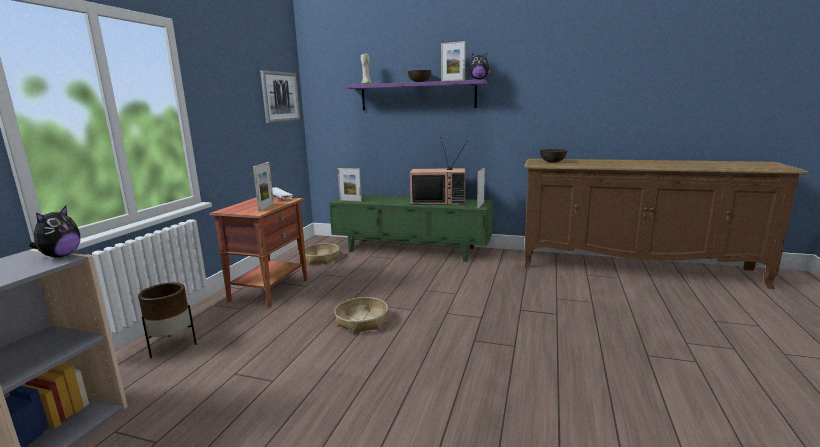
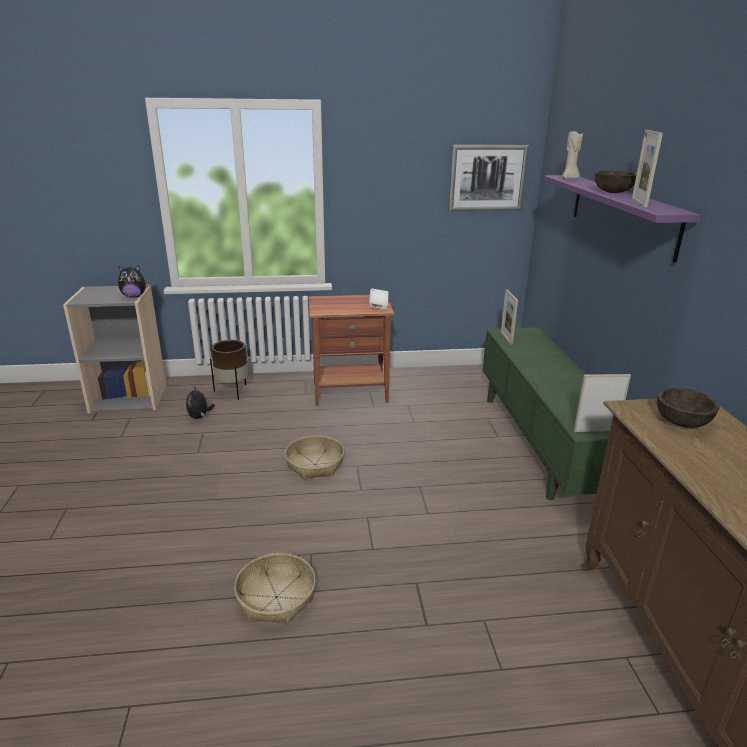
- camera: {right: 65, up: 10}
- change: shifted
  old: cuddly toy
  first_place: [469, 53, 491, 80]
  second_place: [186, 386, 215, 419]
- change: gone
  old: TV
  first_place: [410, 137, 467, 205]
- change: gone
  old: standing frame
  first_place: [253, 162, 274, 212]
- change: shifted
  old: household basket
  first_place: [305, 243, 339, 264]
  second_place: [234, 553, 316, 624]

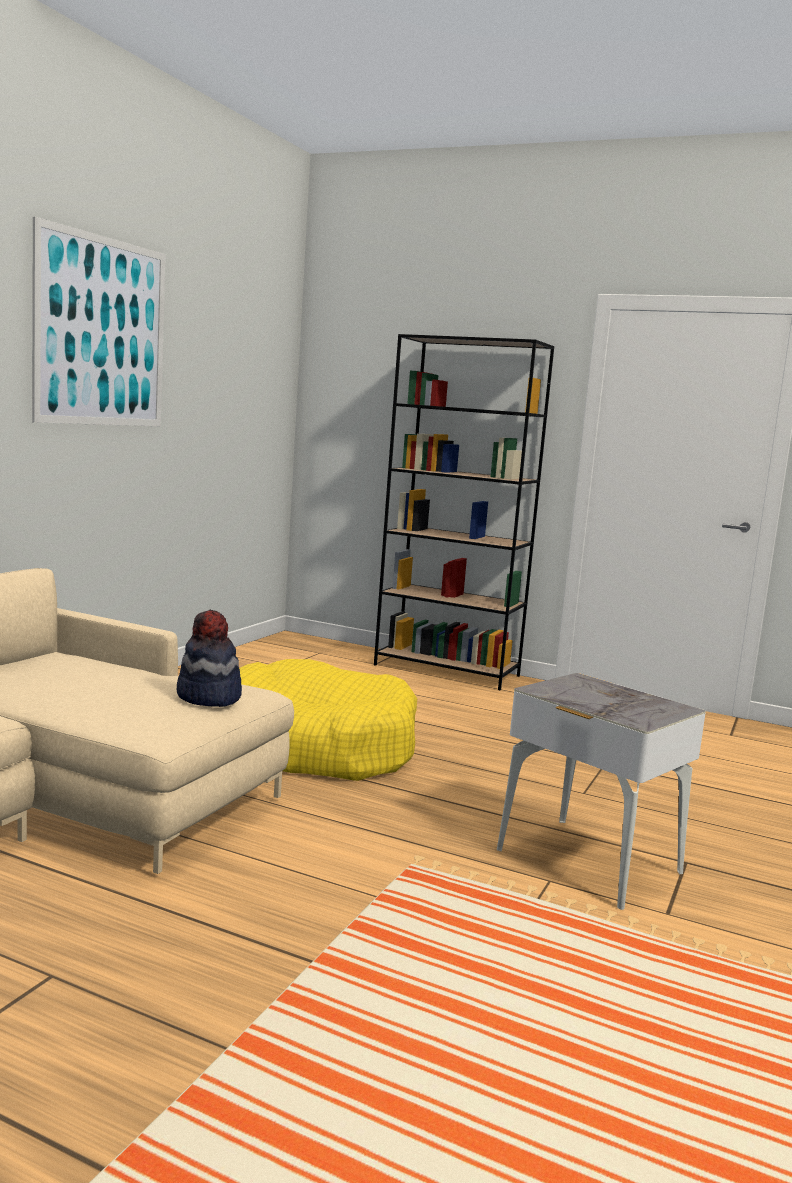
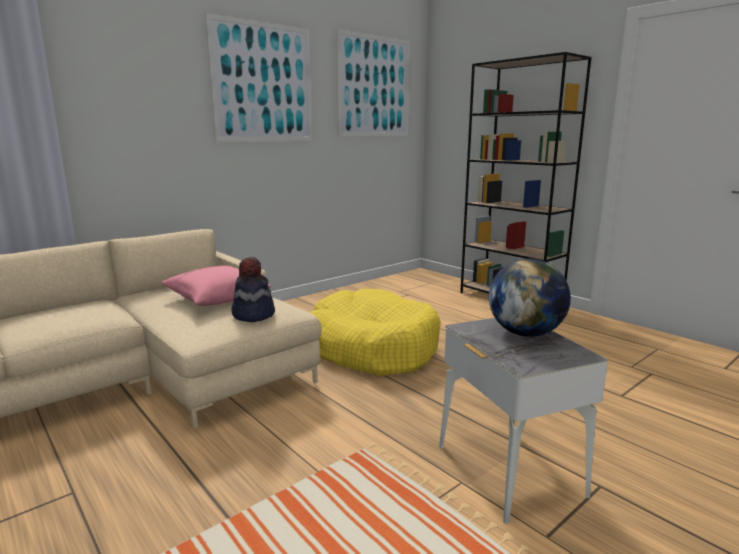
- camera: {right: 25, up: 5}
- change: new
  new: wall picture
  second_place: [336, 29, 410, 136]
- change: new
  new: world globe
  second_place: [489, 259, 571, 337]
- change: new
  new: pillow in pinkish
  second_place: [161, 266, 271, 306]

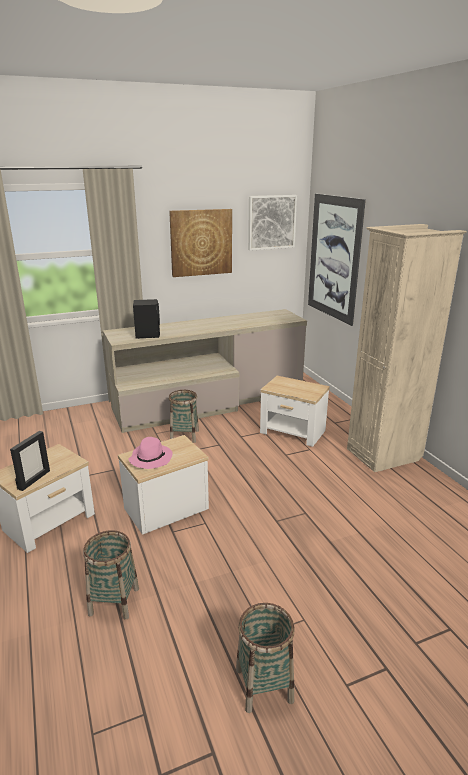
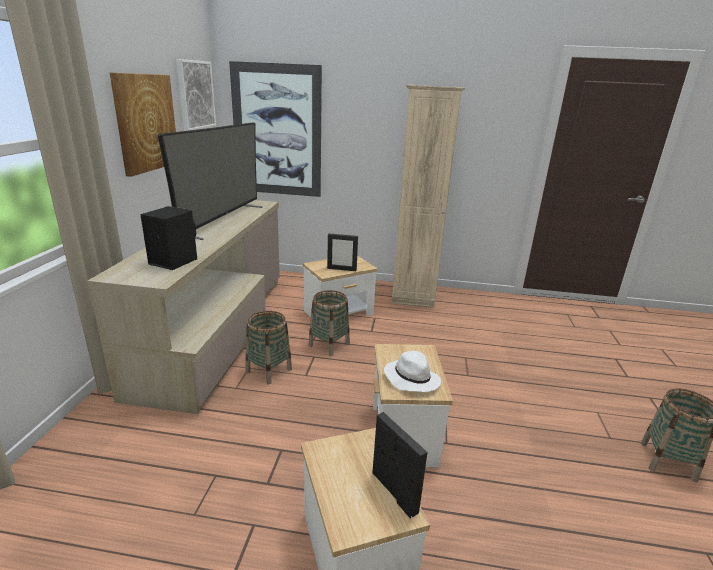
- camera: {right: -60, up: 0}
- change: repainted
  old: hat in pinkish
  new: hat in whitish
  first_place: [128, 437, 173, 469]
  second_place: [384, 351, 441, 392]
- change: shifted
  old: household basket
  first_place: [83, 530, 139, 620]
  second_place: [309, 290, 350, 356]
- change: new
  new: TV
  second_place: [158, 123, 263, 240]
- change: new
  new: standing frame
  second_place: [327, 233, 358, 271]

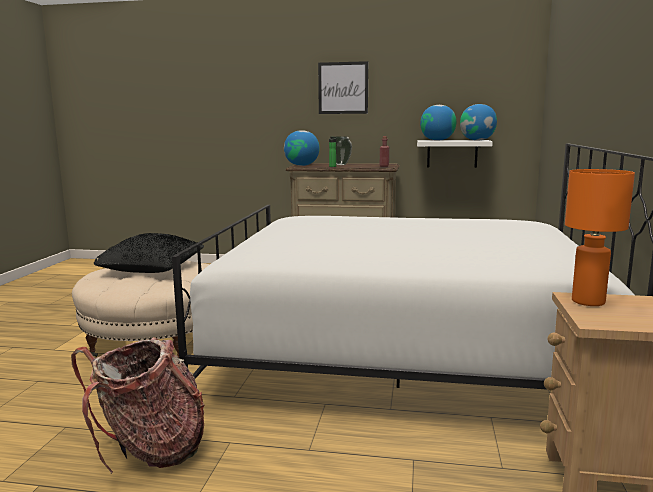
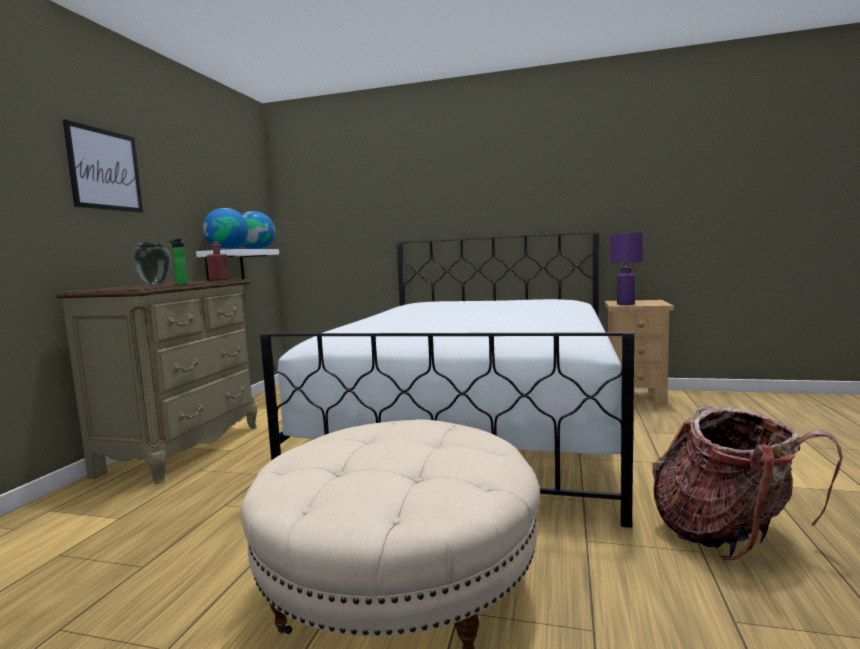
- camera: {right: -85, up: -5}
- change: gone
  old: world globe
  first_place: [284, 130, 320, 166]
- change: repainted
  old: table lamp in orange
  new: table lamp in purple
  first_place: [565, 169, 635, 306]
  second_place: [610, 232, 643, 305]
- change: gone
  old: pillow in blackish
  first_place: [94, 233, 204, 273]

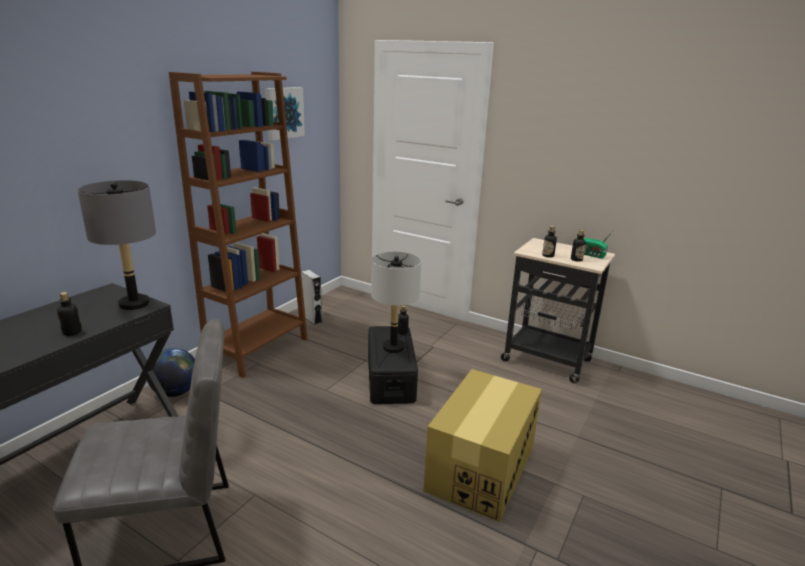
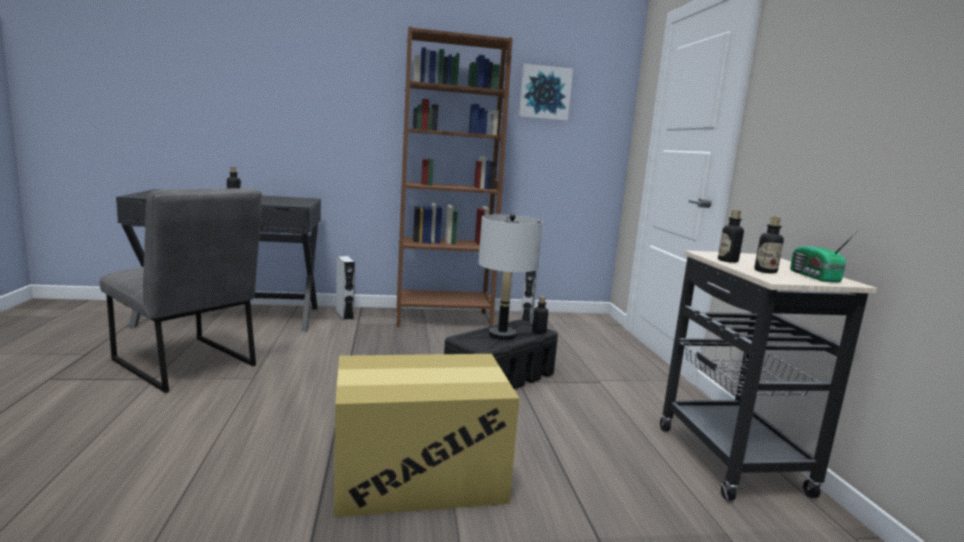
- camera: {right: 50, up: -10}
- change: gone
  old: table lamp in greyish
  first_place: [78, 180, 156, 310]
- change: swapped
  old: world globe
  new: audio speaker in greyish
  first_place: [147, 348, 195, 397]
  second_place: [336, 256, 355, 320]

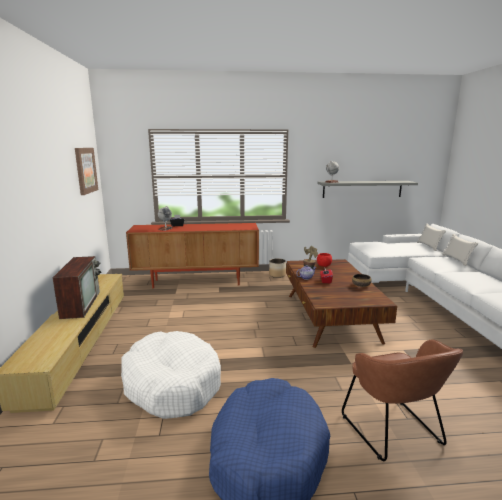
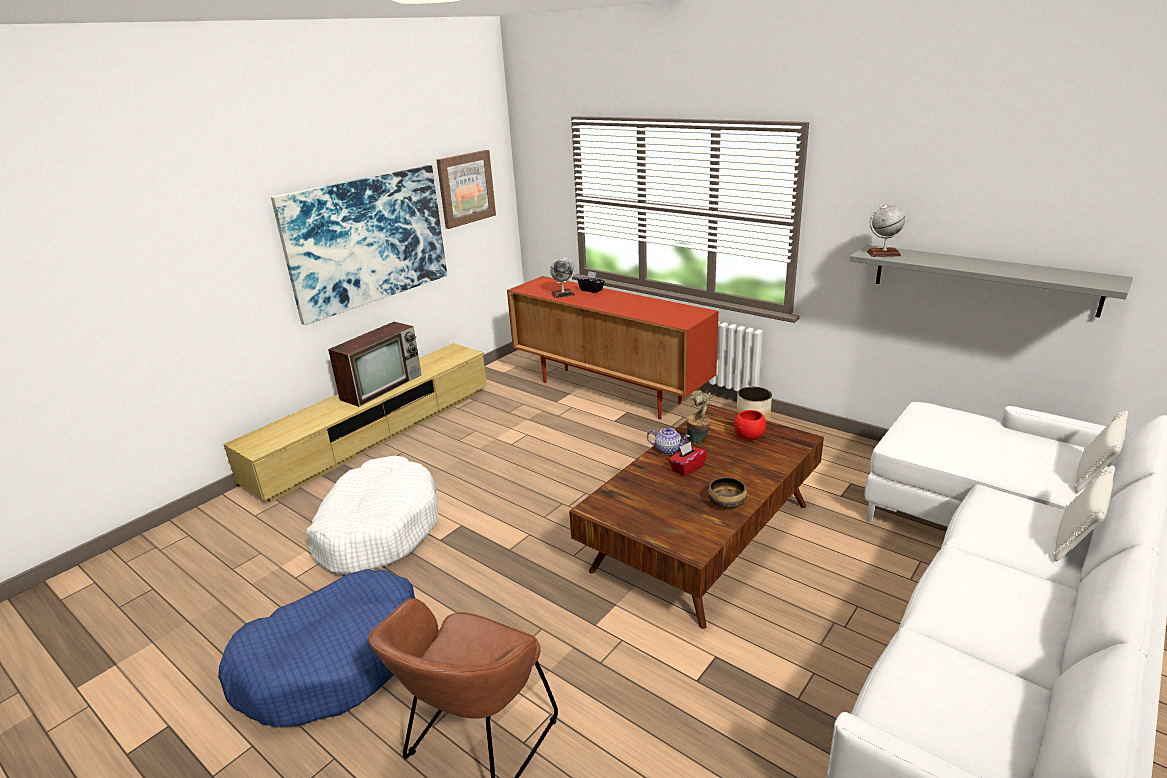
- camera: {right: 45, up: 10}
- change: new
  new: wall picture
  second_place: [271, 165, 447, 325]

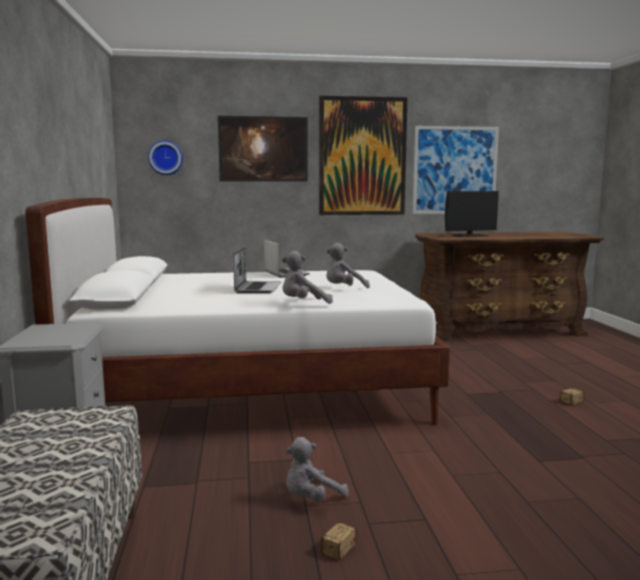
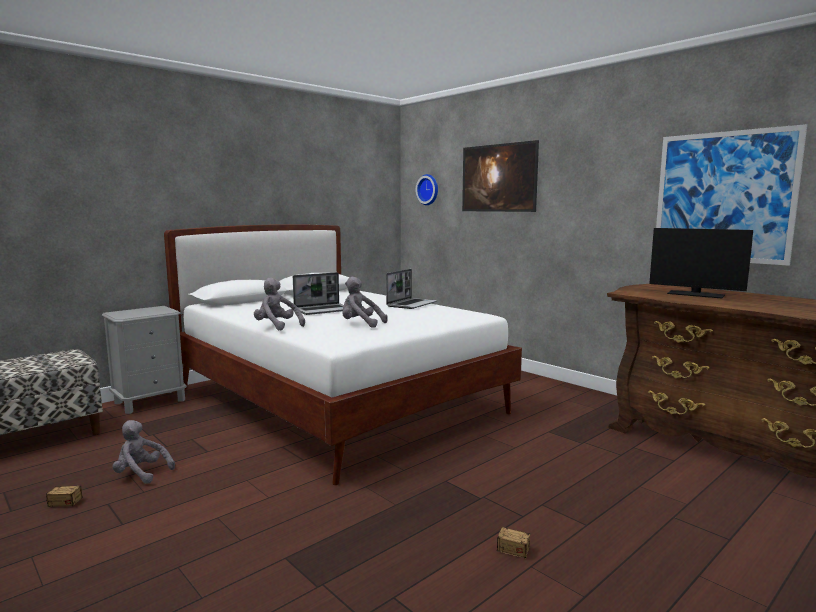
- camera: {right: 55, up: 0}
- change: gone
  old: wall picture
  first_place: [319, 96, 407, 215]

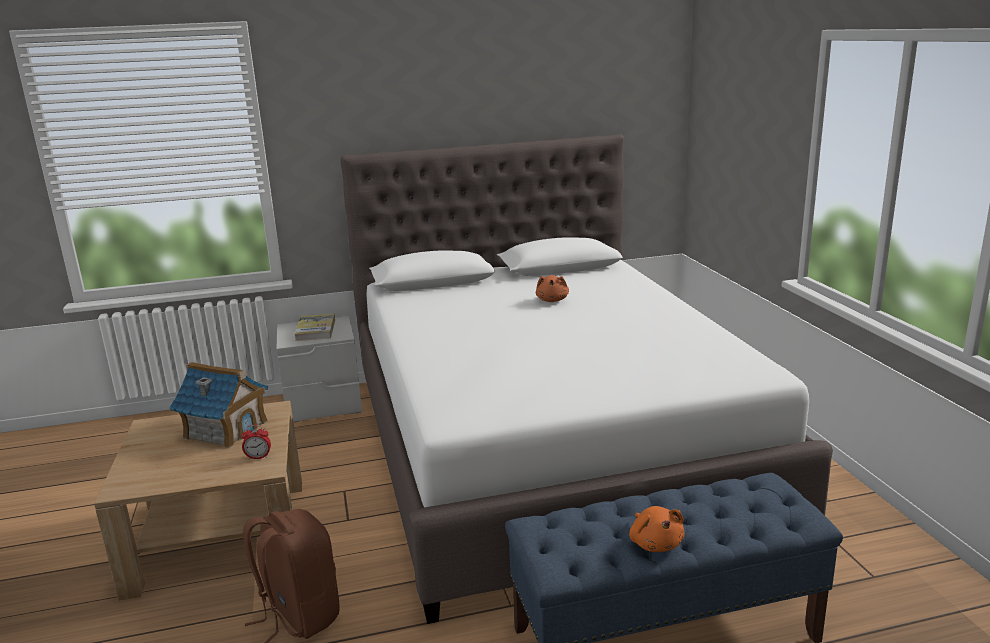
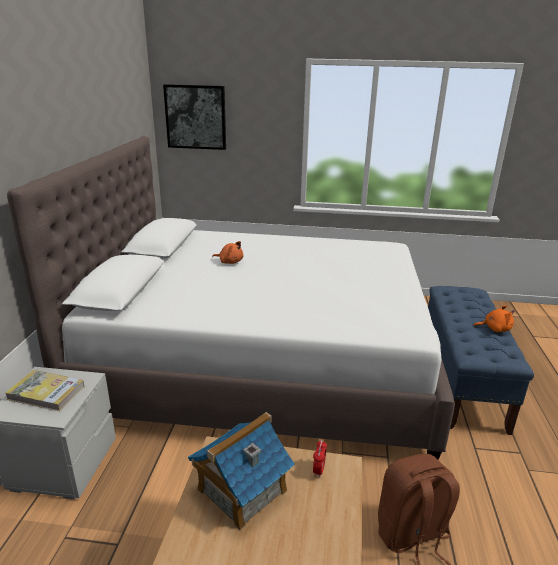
- camera: {right: -70, up: 5}
- change: new
  new: wall picture
  second_place: [163, 84, 226, 150]

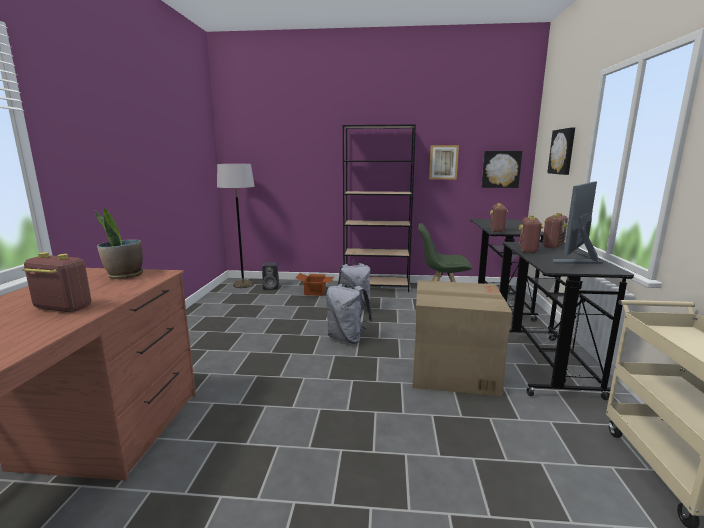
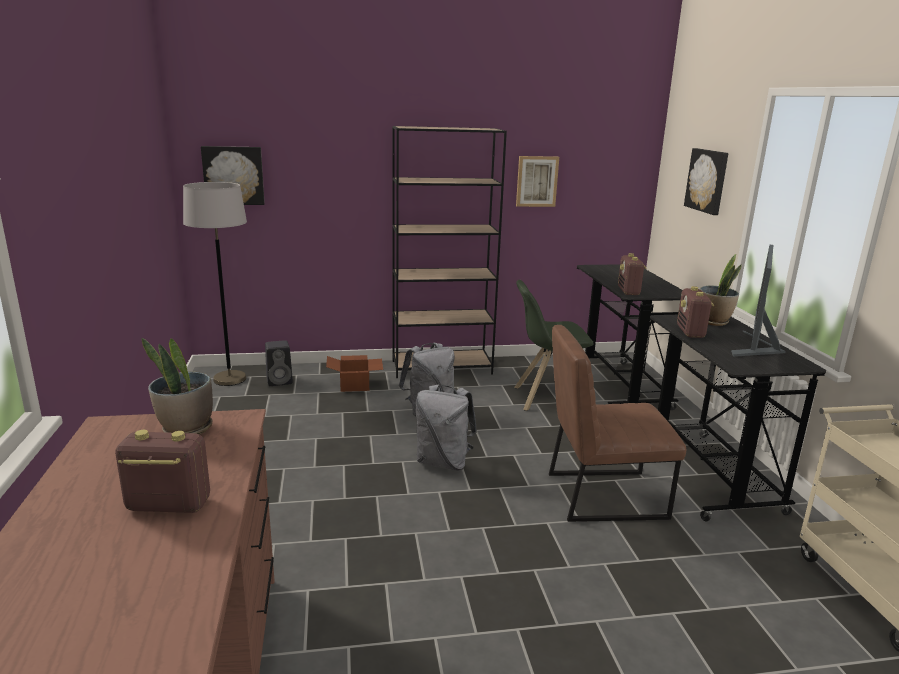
- camera: {right: -15, up: 5}
- change: shifted
  old: wall picture
  first_place: [481, 151, 522, 188]
  second_place: [201, 146, 265, 205]
- change: swapped
  old: radio
  new: potted plant
  first_place: [542, 213, 568, 249]
  second_place: [700, 254, 742, 326]
- change: swapped
  old: packing box
  new: upright chair in brown-coloured
  first_place: [412, 280, 512, 397]
  second_place: [549, 325, 686, 522]

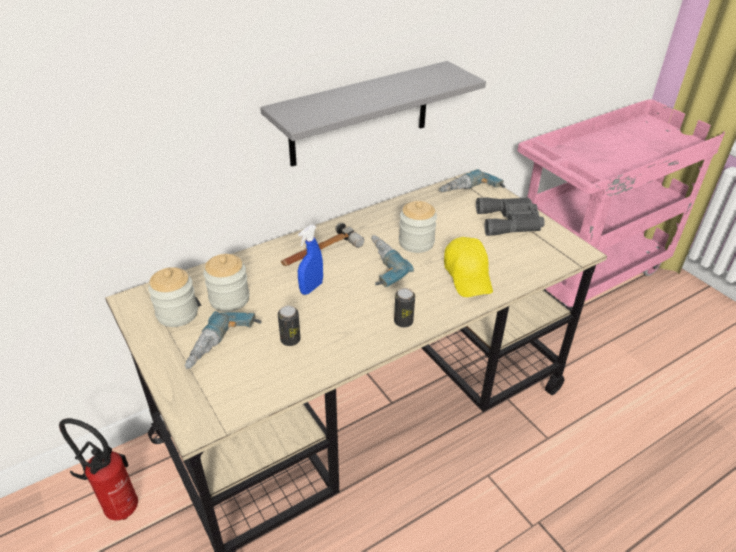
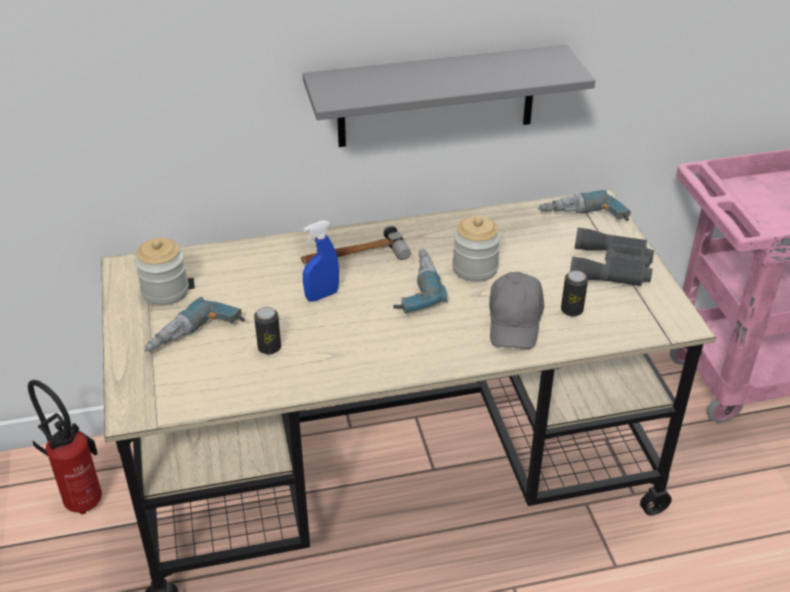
- camera: {right: 20, up: 0}
- change: repainted
  old: baseball cap in yellow-coloured
  new: baseball cap in greyish
  first_place: [444, 237, 493, 297]
  second_place: [489, 272, 544, 349]
- change: gone
  old: jar
  first_place: [204, 254, 249, 312]
- change: shifted
  old: can
  first_place: [394, 288, 415, 328]
  second_place: [561, 270, 588, 317]

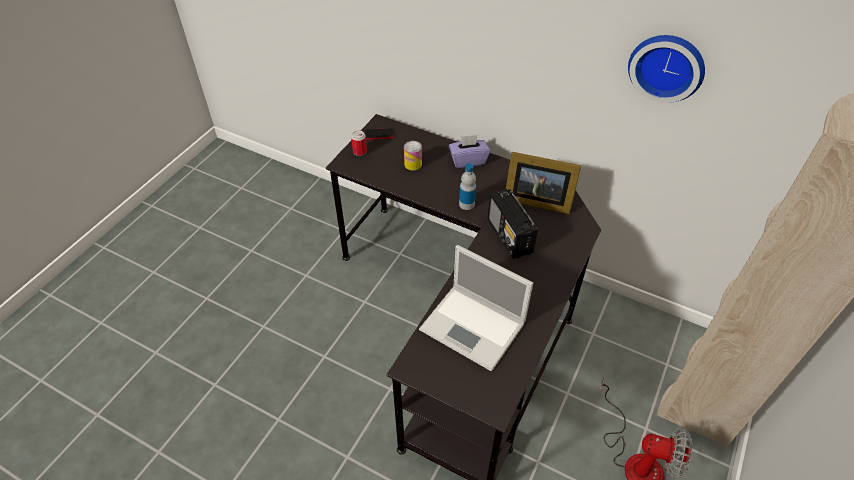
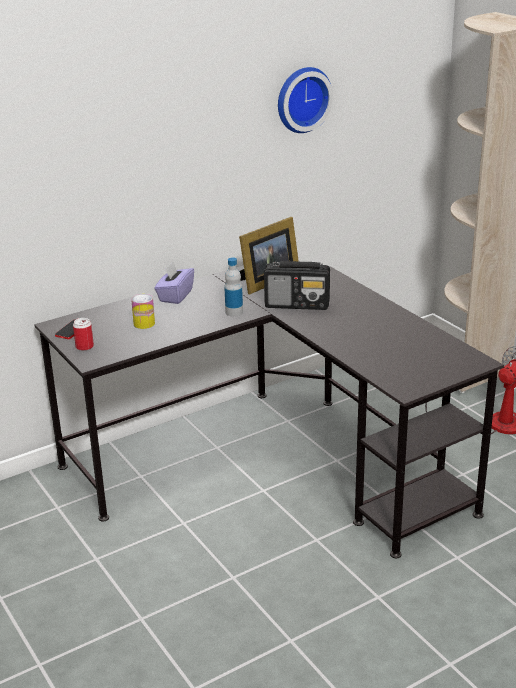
- camera: {right: -60, up: -20}
- change: gone
  old: notebook computer
  first_place: [419, 245, 533, 372]

